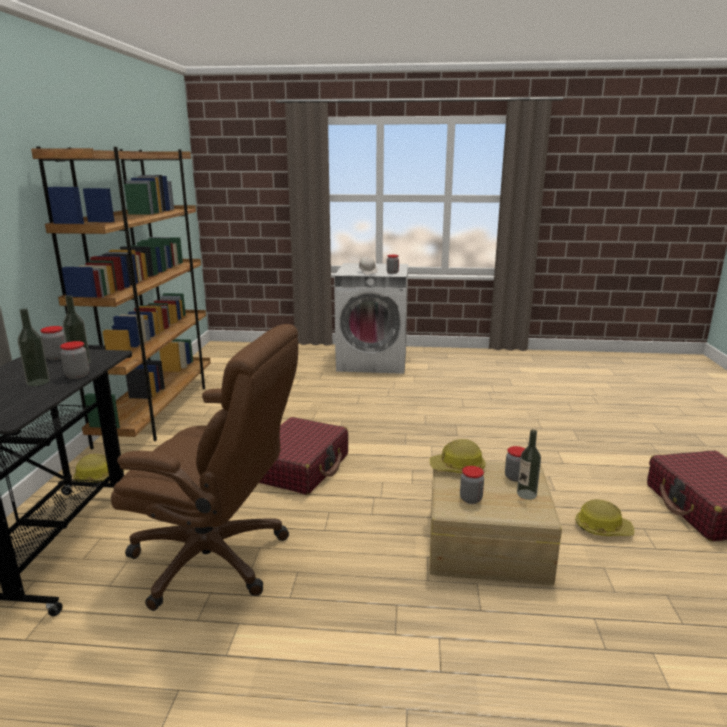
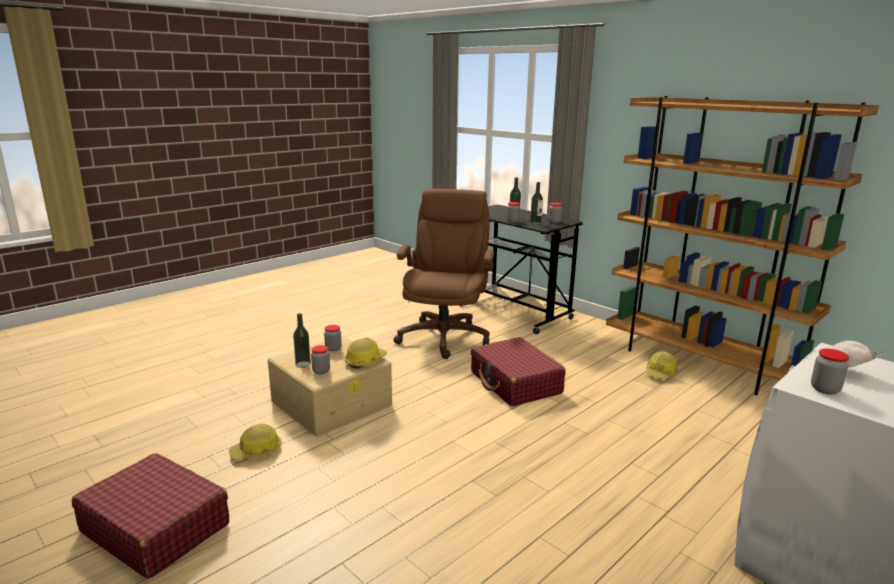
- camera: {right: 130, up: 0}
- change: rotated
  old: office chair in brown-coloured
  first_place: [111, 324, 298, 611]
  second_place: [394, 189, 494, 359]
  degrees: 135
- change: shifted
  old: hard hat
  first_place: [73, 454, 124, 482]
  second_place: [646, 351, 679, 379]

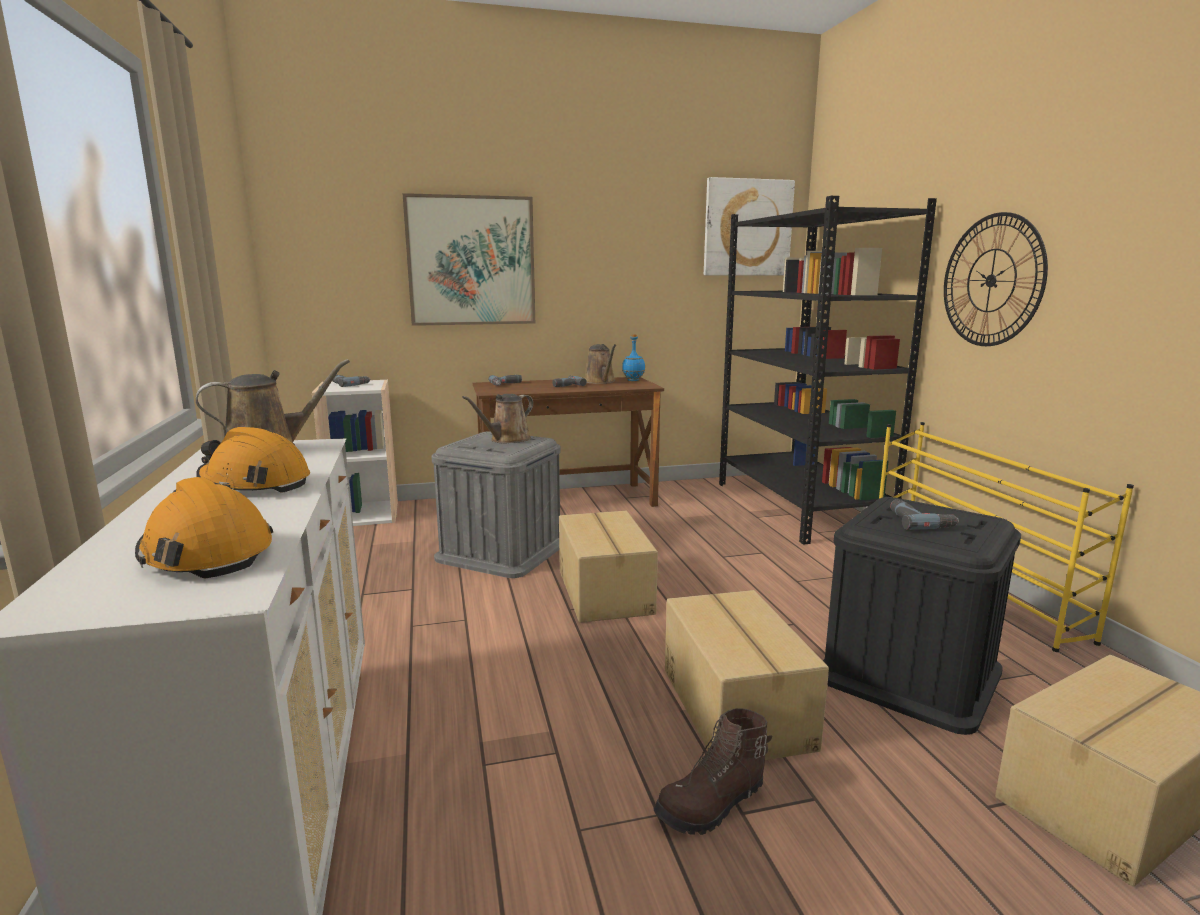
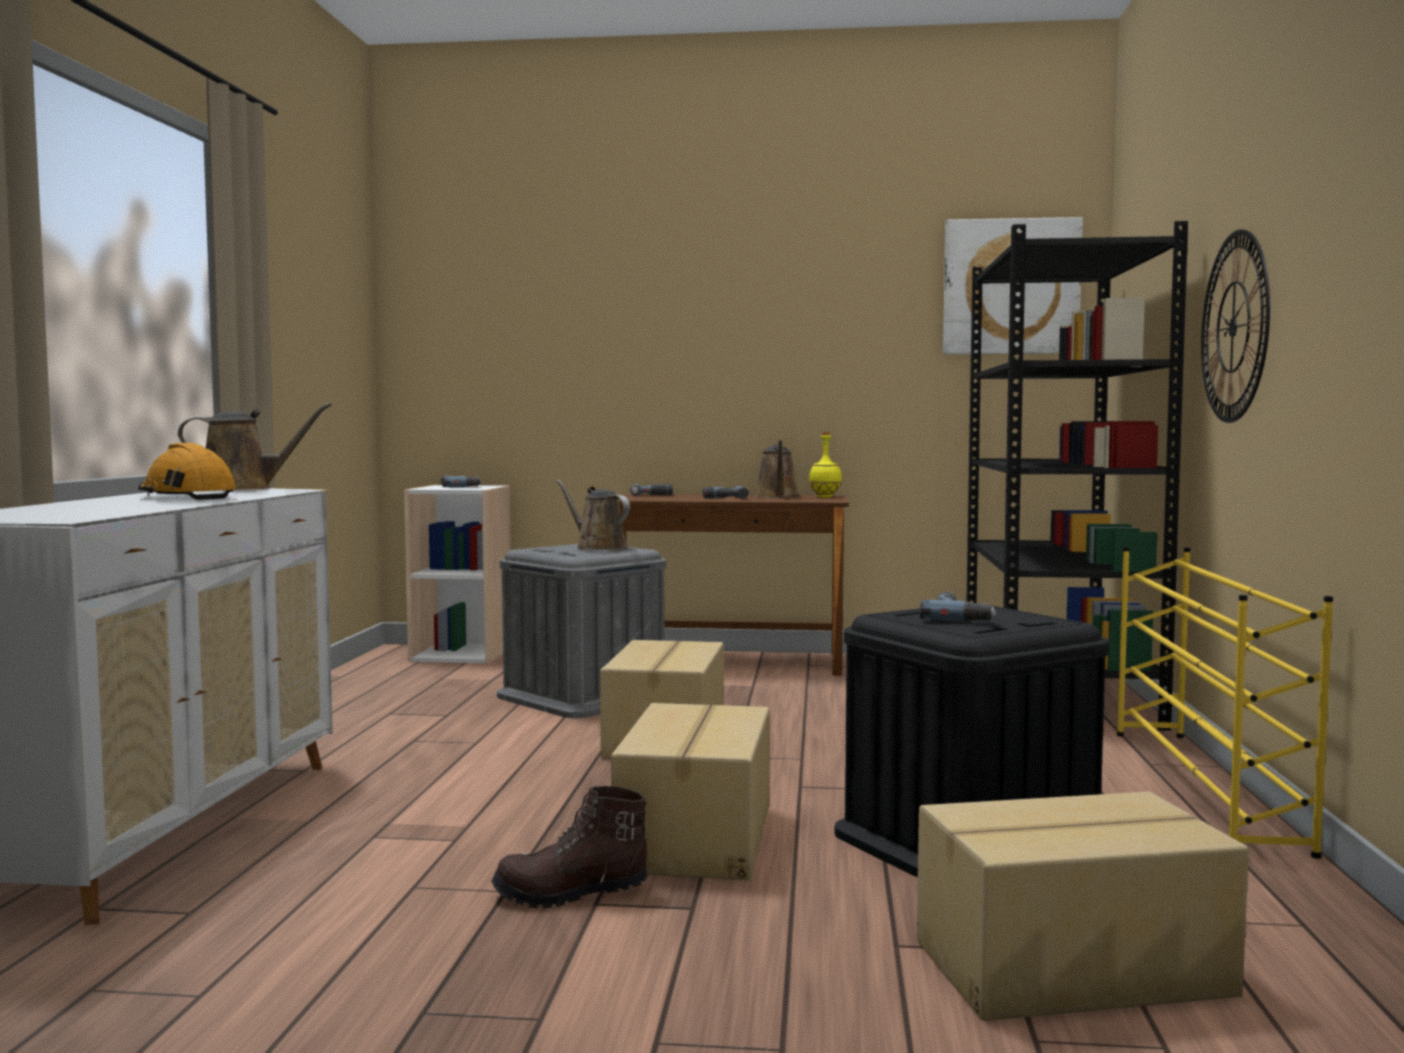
- camera: {right: 20, up: -10}
- change: gone
  old: wall picture
  first_place: [402, 193, 535, 326]
- change: repainted
  old: drink bottle in blue-coloured
  new: drink bottle in yellow-coloured
  first_place: [622, 334, 645, 381]
  second_place: [809, 432, 842, 498]
- change: rotated
  old: sprinkling can in brown-coloured
  first_place: [462, 394, 533, 444]
  second_place: [556, 480, 630, 550]
  degrees: 75
- change: gone
  old: hard hat in orange
  first_place: [135, 477, 273, 578]

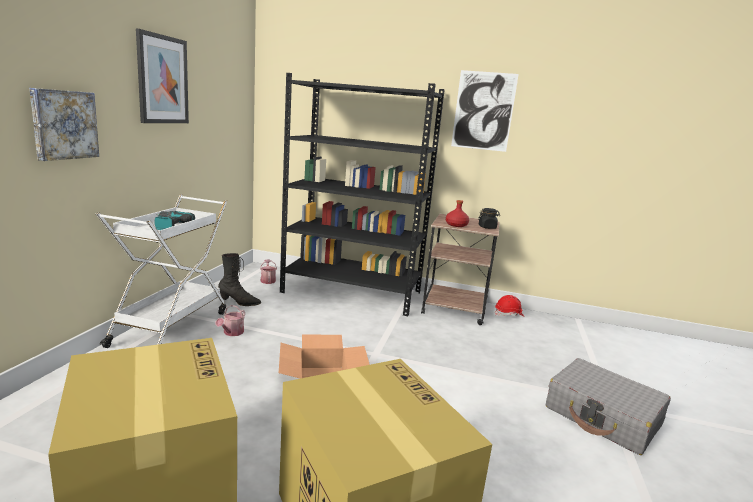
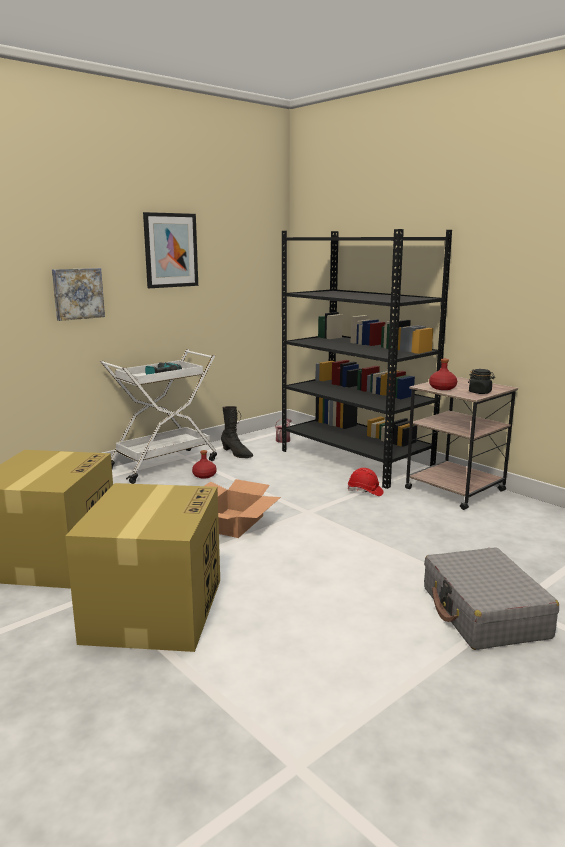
- camera: {right: 35, up: 0}
- change: gone
  old: wall picture
  first_place: [451, 70, 519, 152]
- change: shifted
  old: hard hat in red-coloured
  first_place: [495, 295, 525, 317]
  second_place: [348, 468, 384, 496]
- change: swapped
  old: sprinkling can
  new: drink bottle in red-coloured
  first_place: [216, 305, 245, 336]
  second_place: [192, 450, 217, 479]

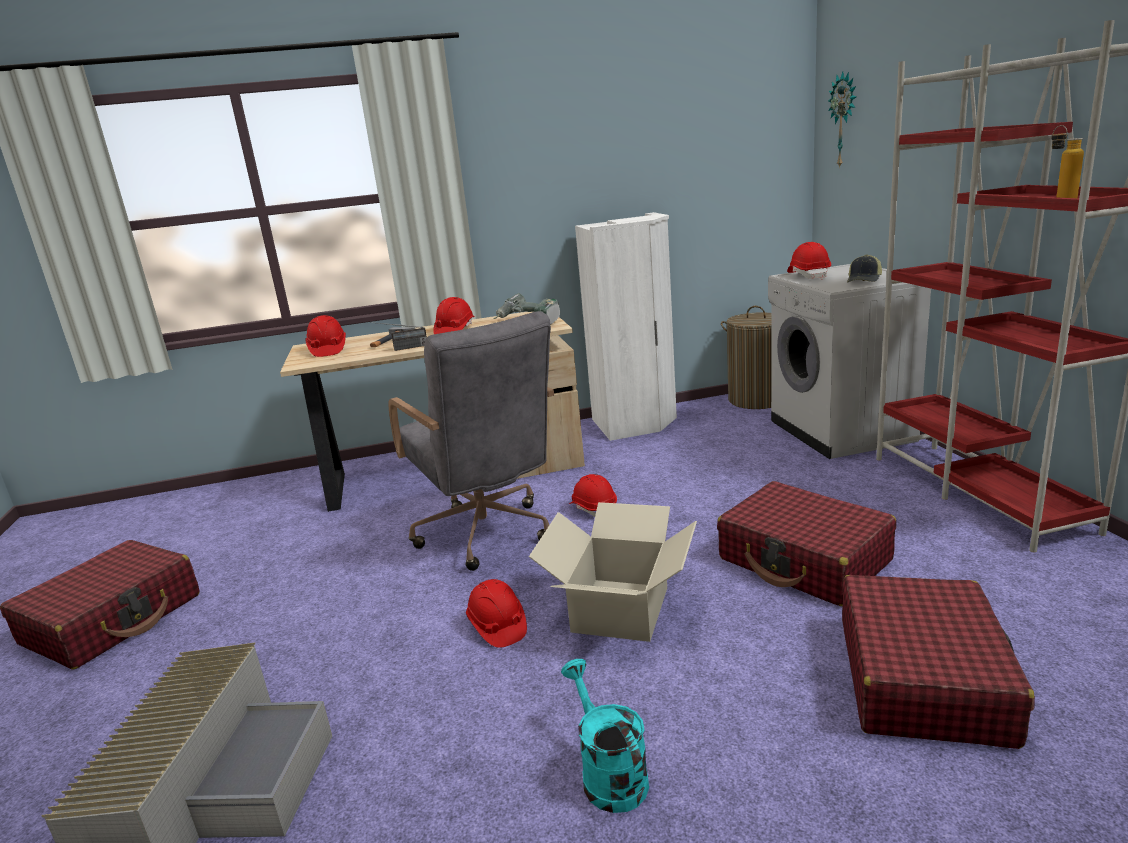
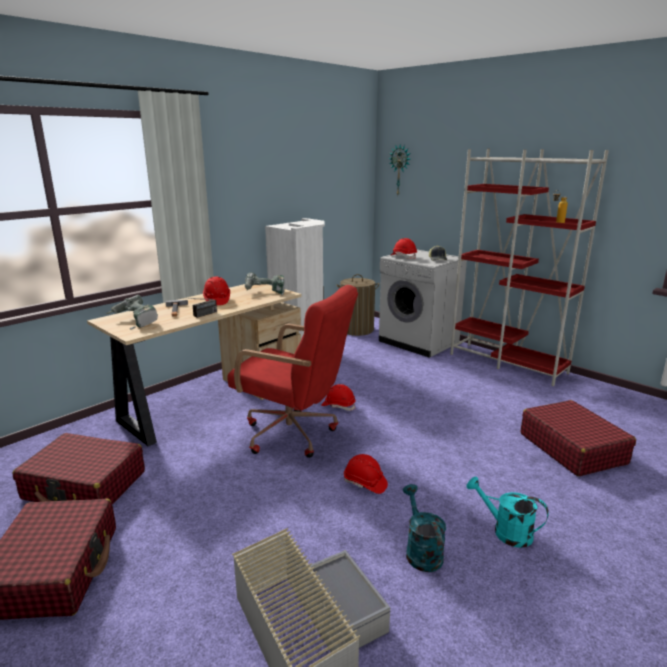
- camera: {right: -35, up: 0}
- change: repainted
  old: office chair in greyish
  new: office chair in red-coloured
  first_place: [388, 311, 554, 571]
  second_place: [227, 285, 358, 458]
- change: swapped
  old: hard hat in red-coloured
  new: electric drill
  first_place: [305, 315, 346, 357]
  second_place: [106, 295, 158, 330]
- change: shifted
  old: travel case in red-coloured
  first_place: [717, 481, 896, 606]
  second_place: [13, 433, 145, 505]
- change: gone
  old: packing box
  first_place: [529, 502, 697, 642]
- change: new
  new: sprinkling can in blue-green
  second_place: [403, 484, 446, 572]

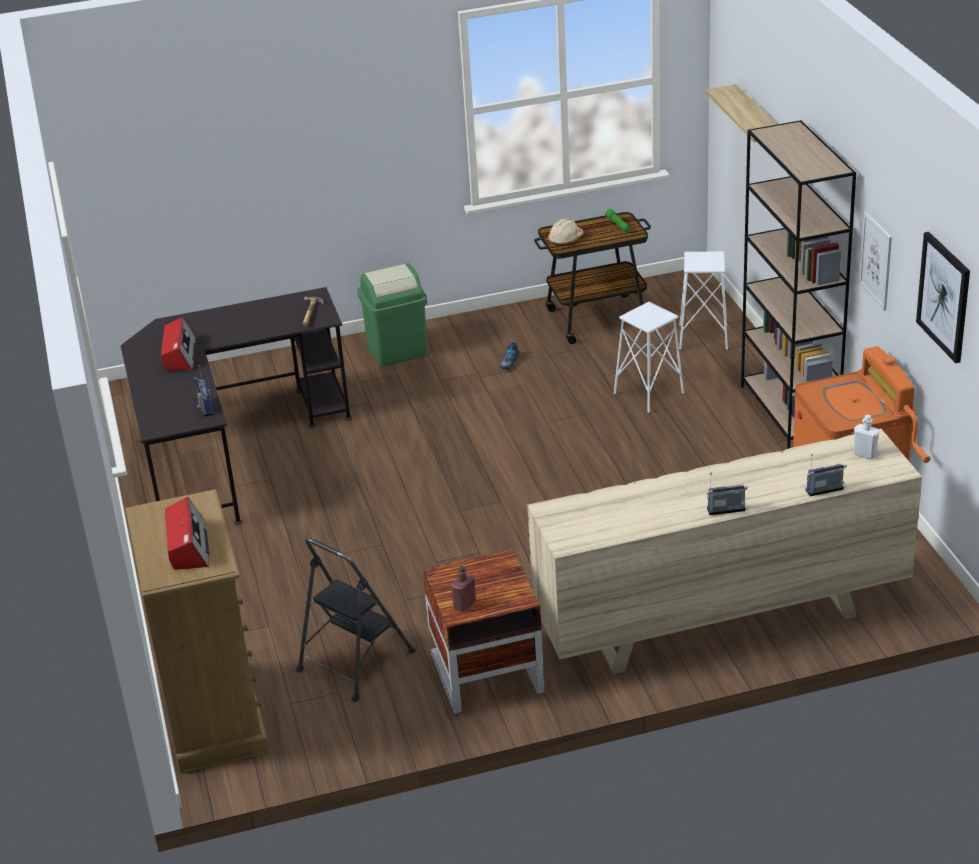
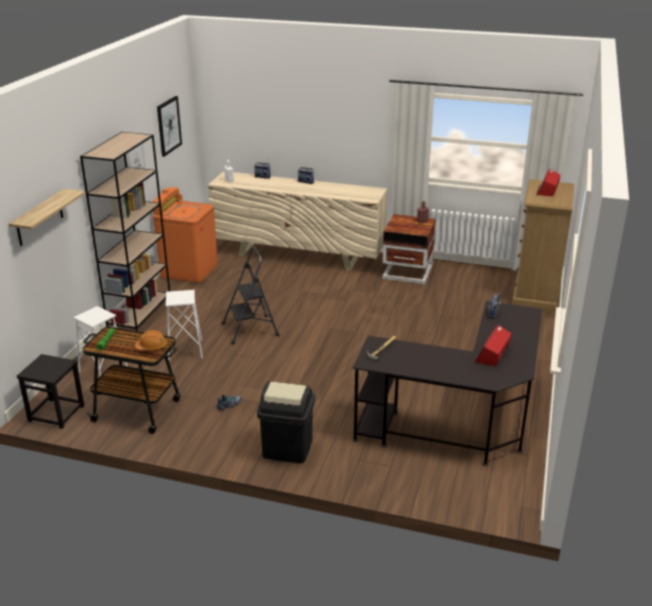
- camera: {right: -150, up: -5}
- change: repainted
  old: hard hat in sand-coloured
  new: hard hat in orange
  first_place: [548, 218, 584, 245]
  second_place: [135, 330, 167, 350]
- change: repainted
  old: waste bin in green
  new: waste bin in blackish
  first_place: [357, 263, 428, 366]
  second_place: [257, 381, 315, 463]
- change: shifted
  old: step ladder in blackish
  first_place: [296, 538, 416, 702]
  second_place: [221, 247, 280, 345]
- change: new
  new: sitting stool in blackish
  second_place: [17, 354, 84, 429]

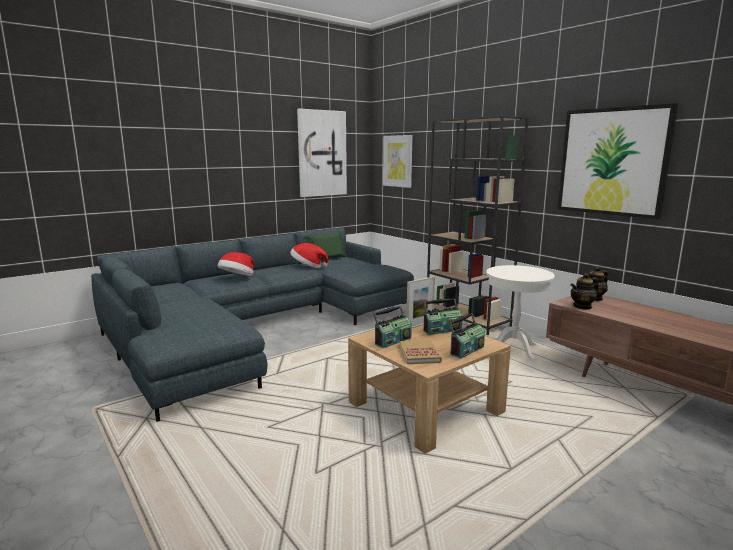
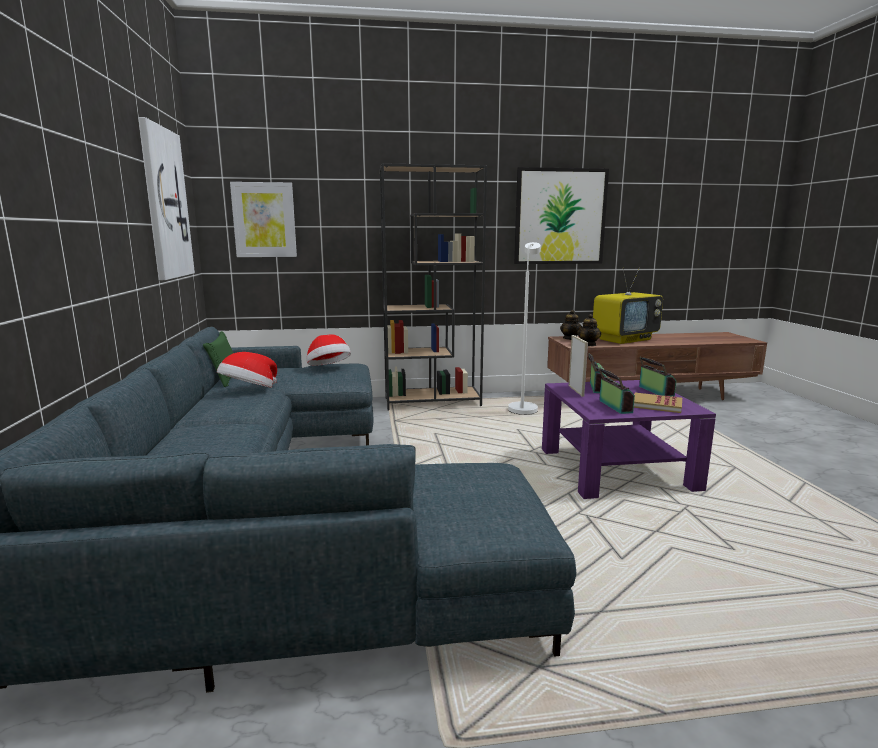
- camera: {right: -60, up: 0}
- change: shifted
  old: hat
  first_place: [217, 252, 254, 276]
  second_place: [306, 334, 351, 366]
- change: swapped
  old: end table in whitish
  new: floor lamp in whitish
  first_place: [486, 265, 555, 360]
  second_place: [508, 242, 541, 415]
- change: repainted
  old: coffee table in brown-coloured
  new: coffee table in purple
  first_place: [348, 325, 511, 454]
  second_place: [542, 380, 716, 499]
- change: new
  new: TV
  second_place: [593, 268, 663, 344]

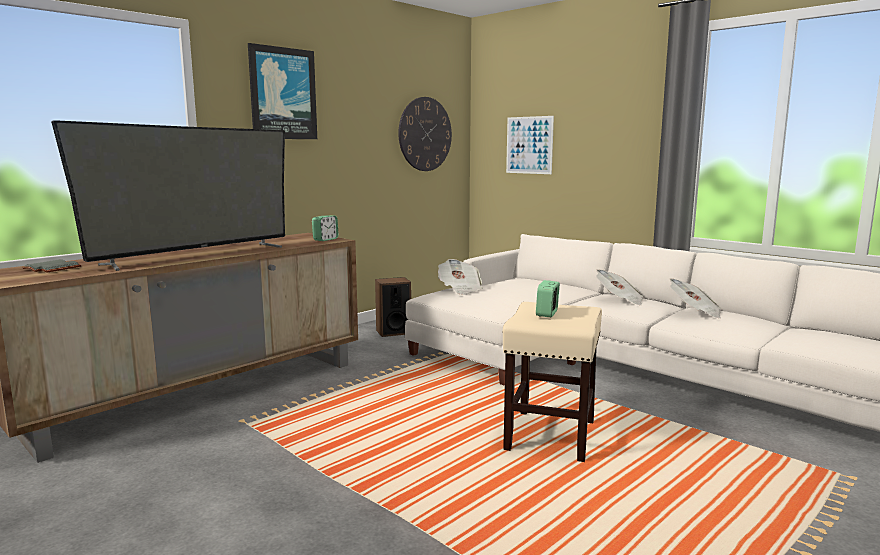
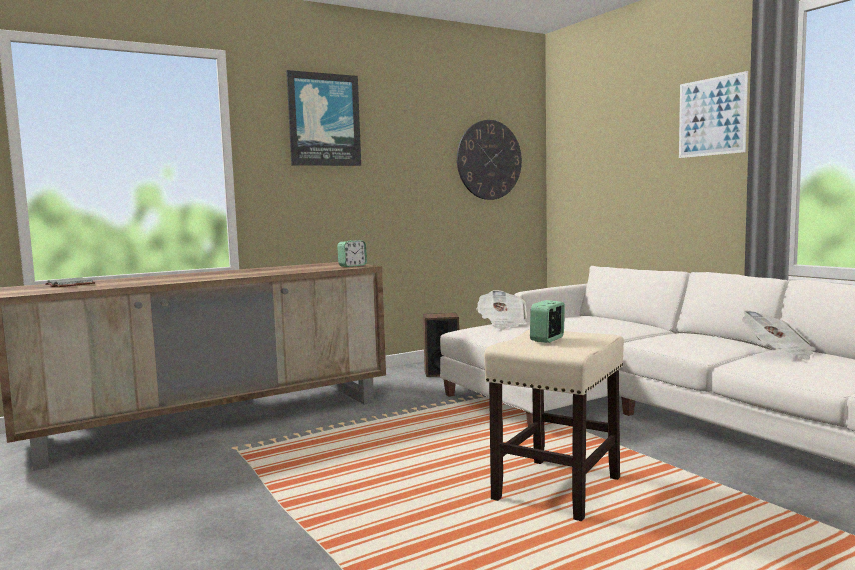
- camera: {right: 15, up: -5}
- change: shifted
  old: wall picture
  first_place: [506, 116, 554, 174]
  second_place: [679, 71, 748, 158]
- change: gone
  old: TV
  first_place: [51, 120, 285, 271]
- change: gone
  old: daily paper
  first_place: [596, 269, 644, 306]

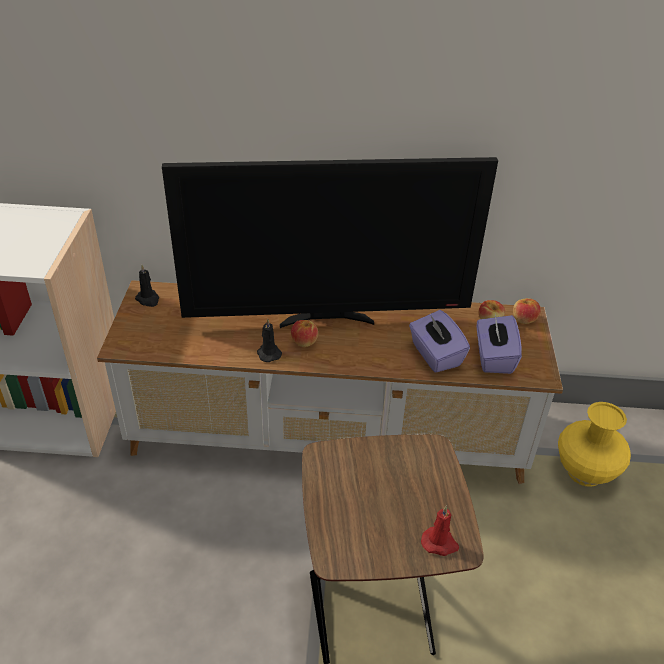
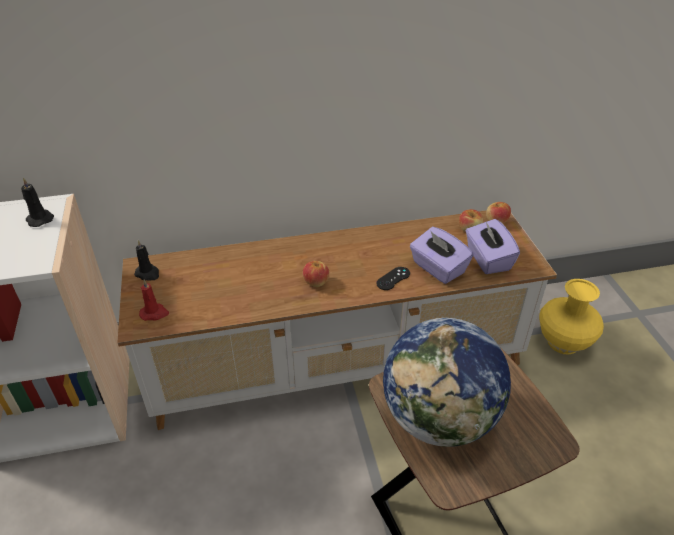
- camera: {right: -15, up: 0}
- change: gone
  old: TV
  first_place: [162, 157, 498, 328]
- change: shifted
  old: wax light in blackish
  first_place: [257, 319, 282, 362]
  second_place: [21, 177, 54, 227]
- change: shifted
  old: wax light in red-coloured
  first_place: [421, 505, 459, 556]
  second_place: [139, 279, 169, 321]
- change: new
  new: game controller in blackish
  second_place: [376, 267, 410, 290]
- change: new
  new: world globe
  second_place: [383, 318, 511, 447]

